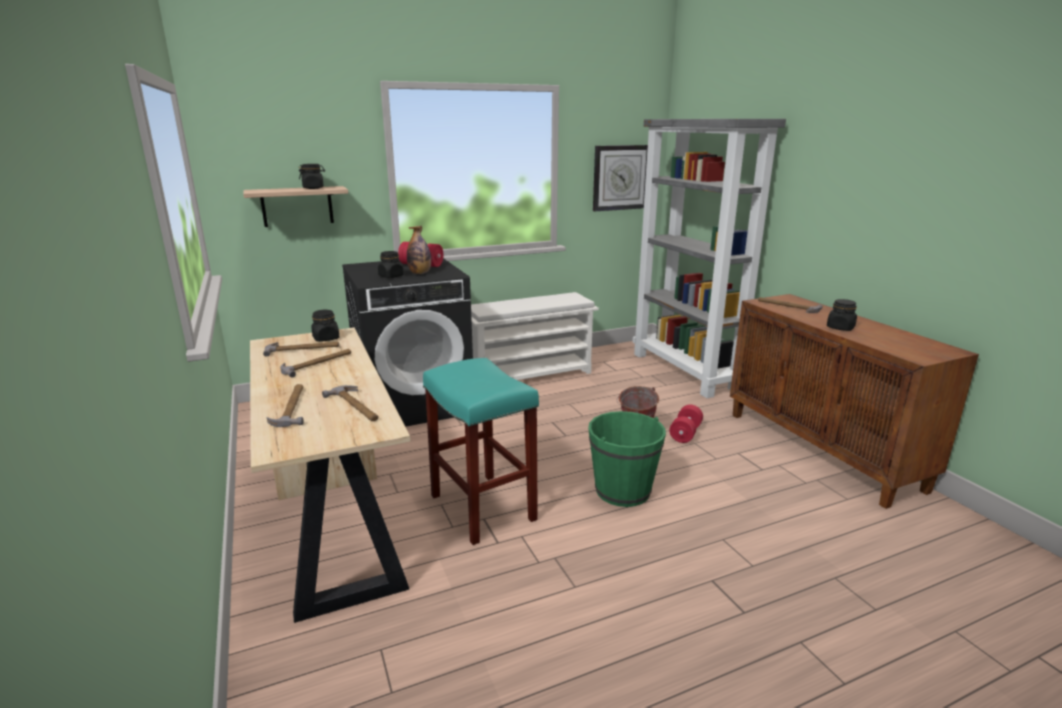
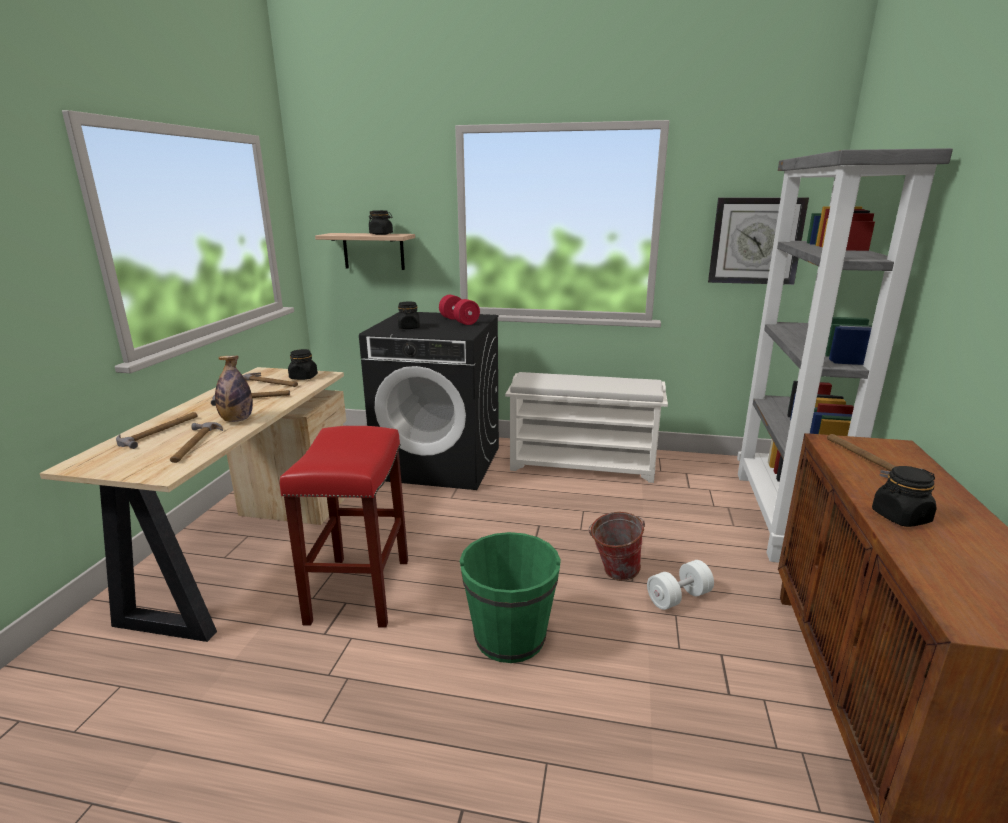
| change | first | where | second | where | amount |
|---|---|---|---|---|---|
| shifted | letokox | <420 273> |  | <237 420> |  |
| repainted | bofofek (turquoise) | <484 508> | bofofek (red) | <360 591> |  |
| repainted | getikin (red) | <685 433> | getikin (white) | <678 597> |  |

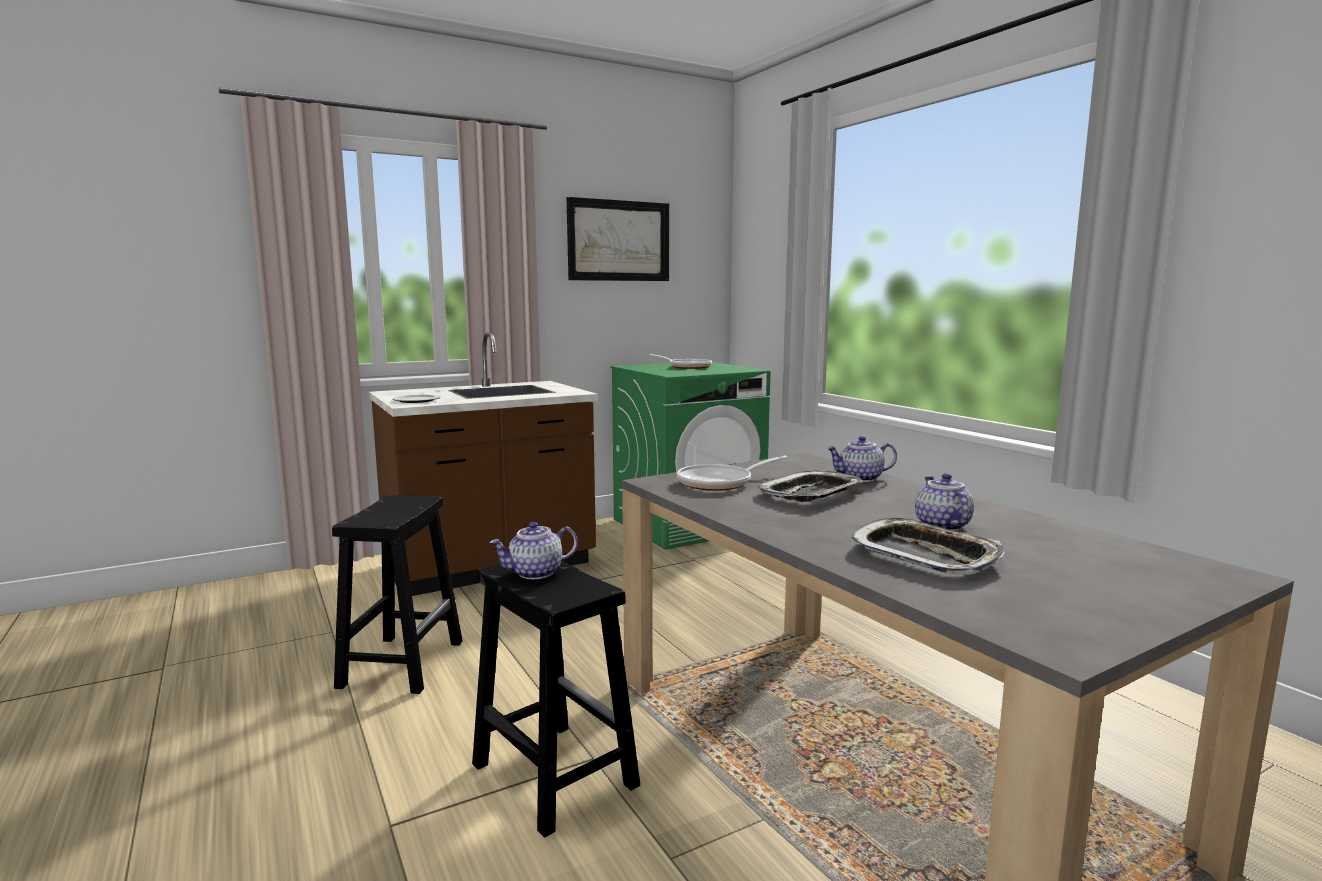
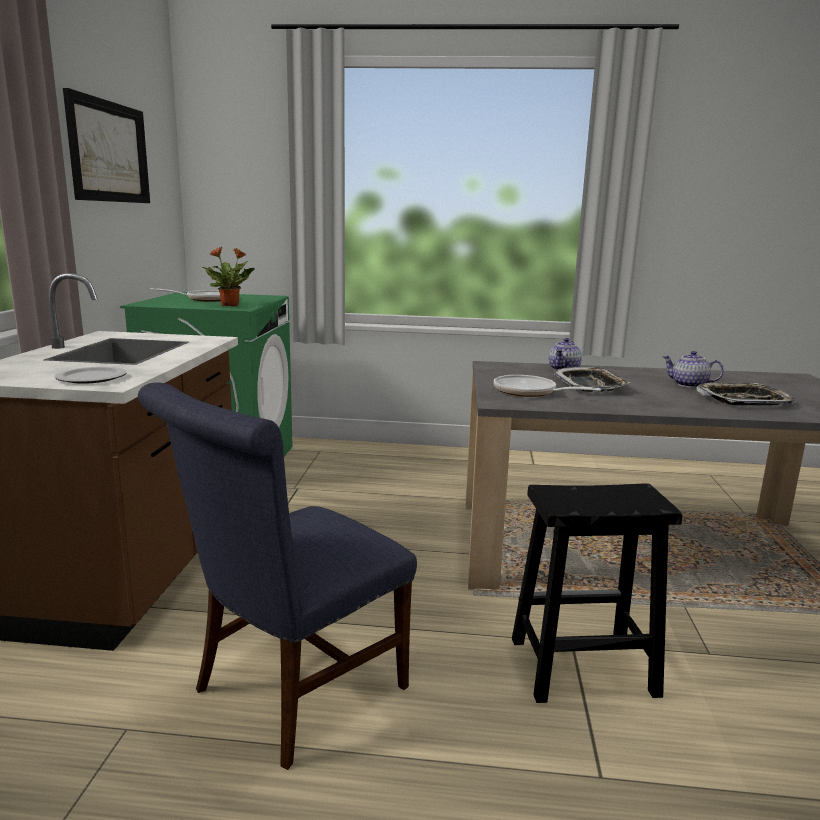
| change | first | where | second | where | amount |
|---|---|---|---|---|---|
| swapped | bofofek (black) | <402 662> | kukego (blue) | <290 693> |  |
| new |  |  | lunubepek | <231 305> |  |
| rotated | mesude | <720 482> |  | <529 392> | 120 degrees clockwise |
| gone | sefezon | <535 573> |  |  |  |

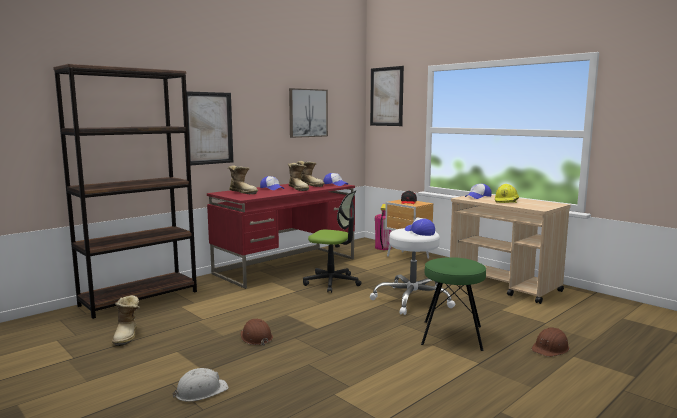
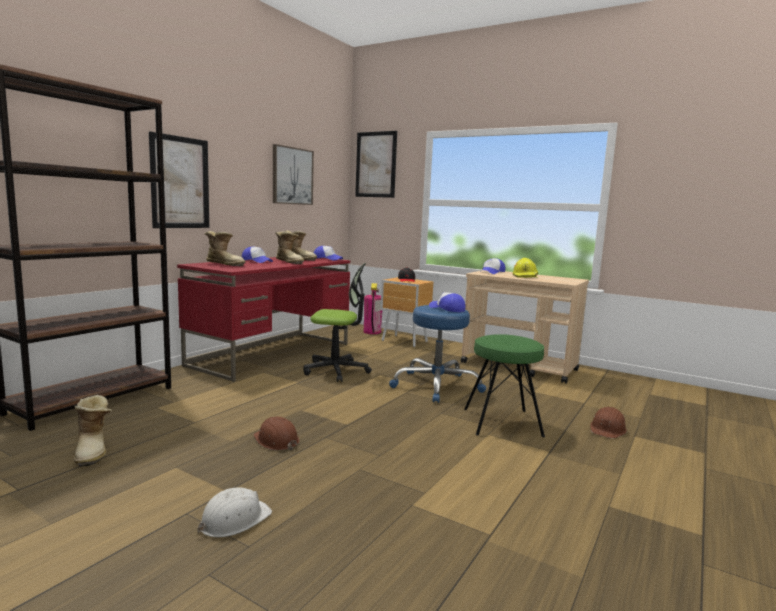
| change | first | where | second | where | amount |
|---|---|---|---|---|---|
| repainted | bofofek (white) | <412 300> | bofofek (blue) | <436 386> |  |

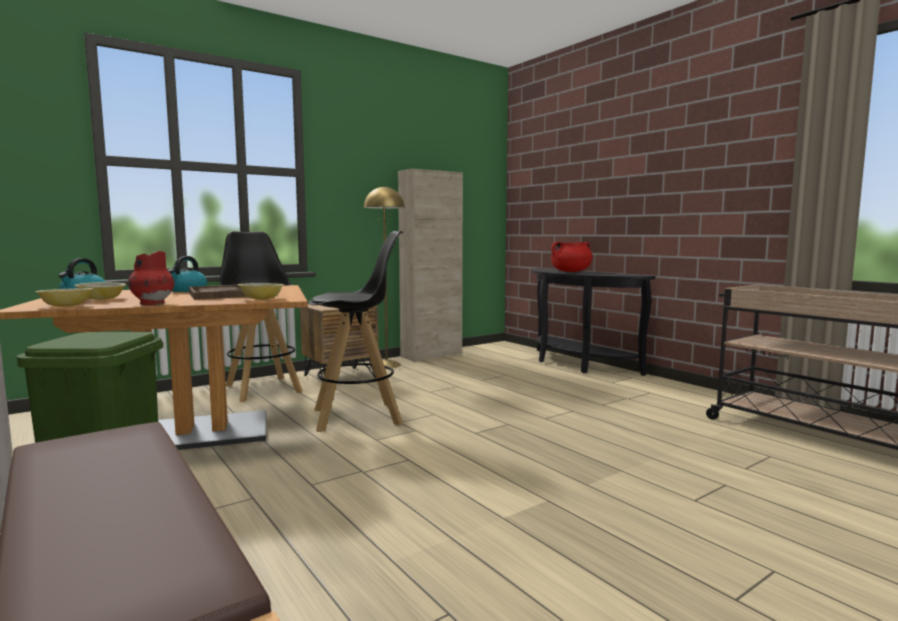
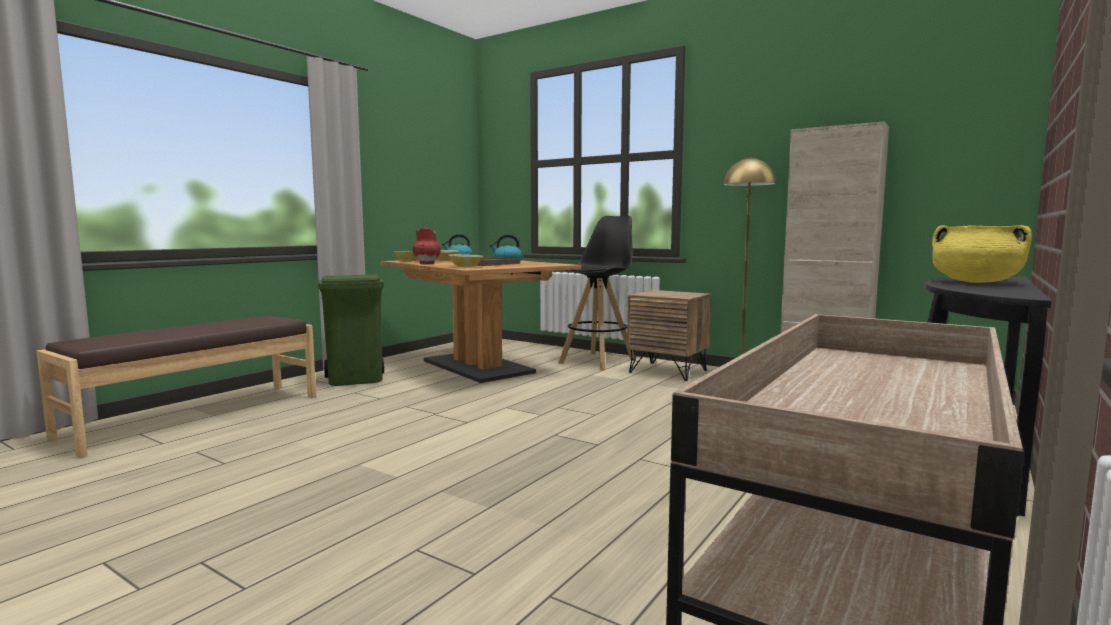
| change | first | where | second | where | amount |
|---|---|---|---|---|---|
| repainted | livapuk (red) | <571 271> | livapuk (yellow) | <975 282> |  |
| gone | bofofek (black) | <358 416> |  |  |  |

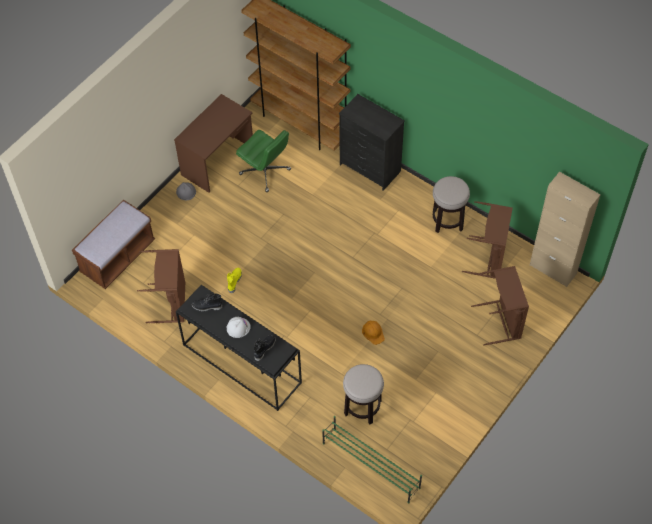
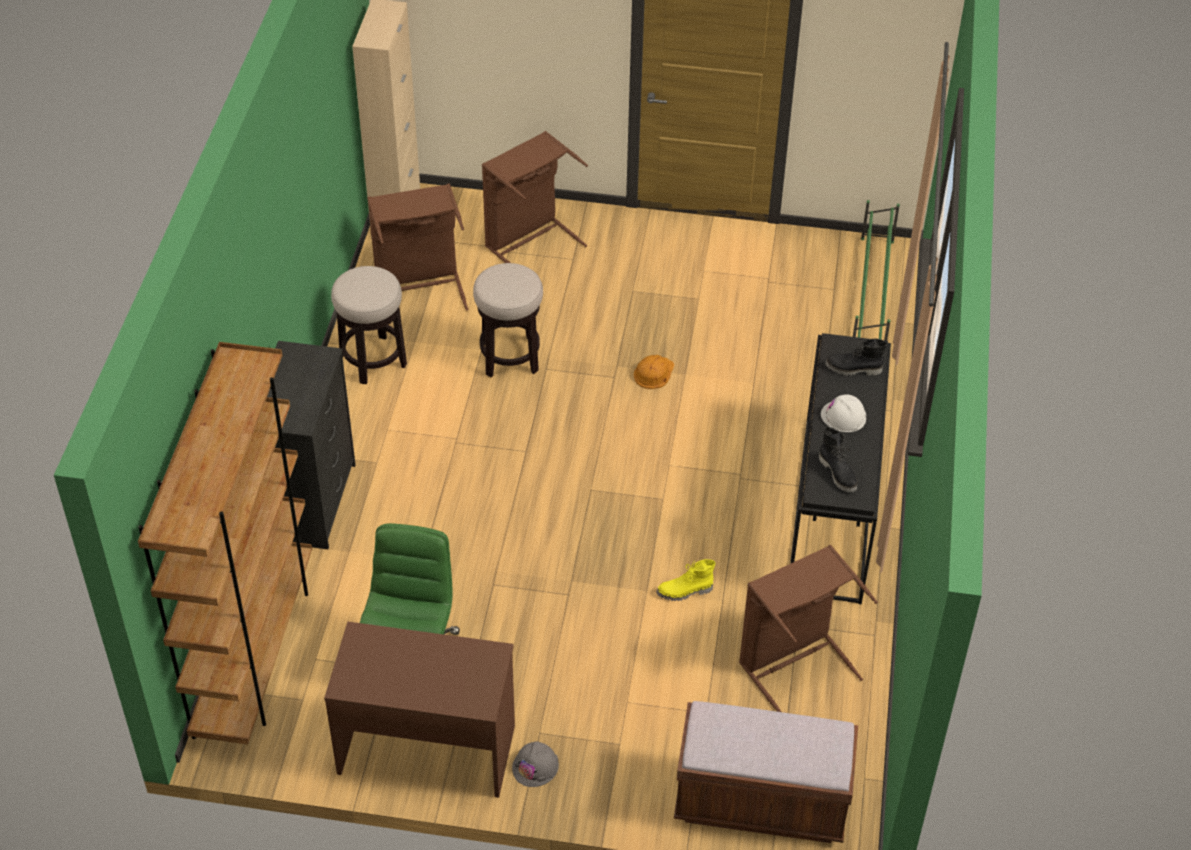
| change | first | where | second | where | amount |
|---|---|---|---|---|---|
| shifted | bofofek | <362 407> |  | <510 357> |  |

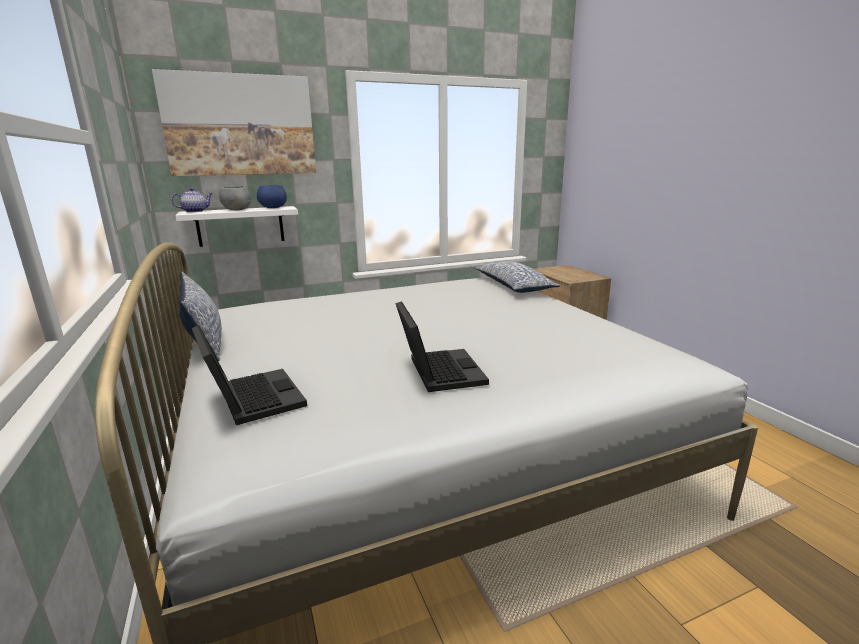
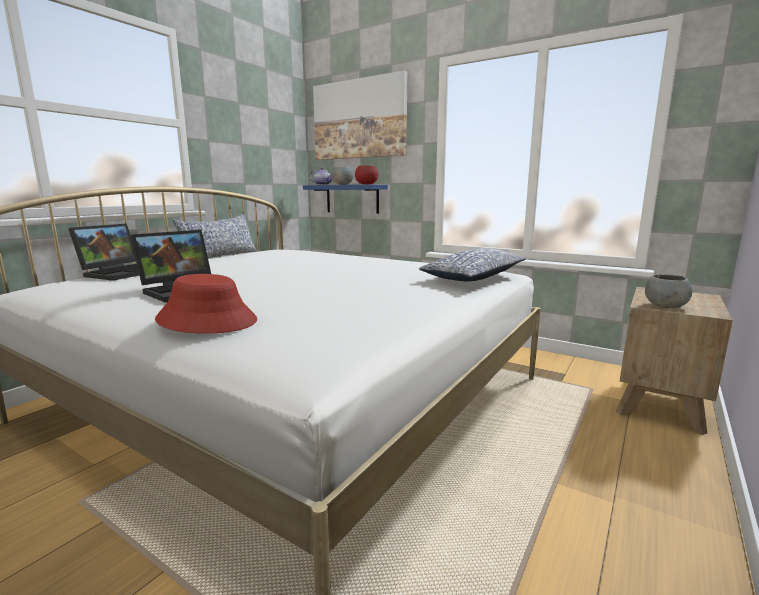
| change | first | where | second | where | amount |
|---|---|---|---|---|---|
| new |  |  | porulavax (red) | <207 320> |  |
| repainted | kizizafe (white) | <240 226> | kizizafe (blue) | <352 199> |  |
| repainted | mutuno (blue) | <273 208> | mutuno (red) | <366 184> |  |
| new |  |  | mutuno (grey) | <665 306> |  |

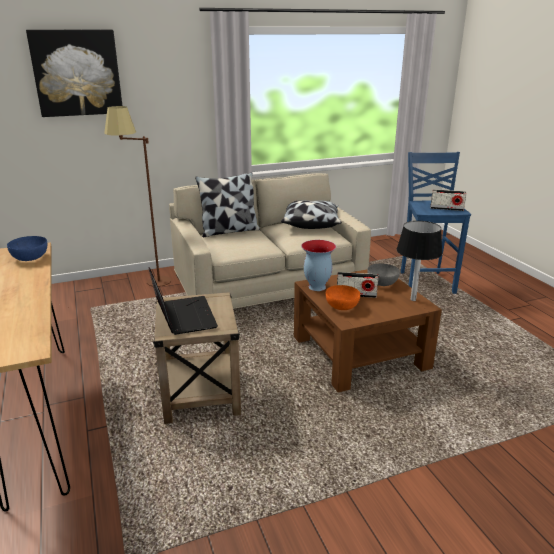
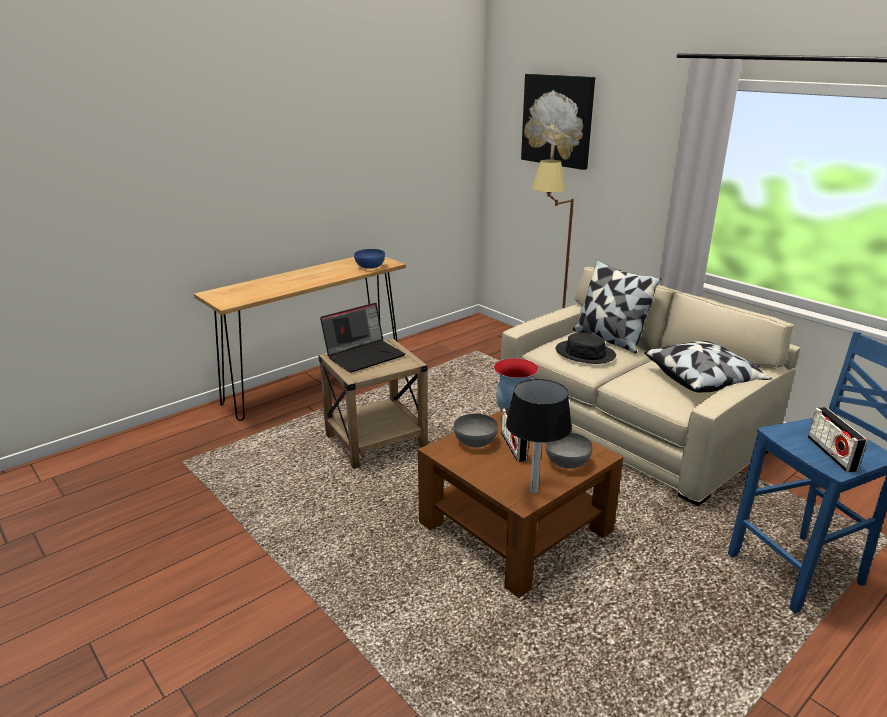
| change | first | where | second | where | amount |
|---|---|---|---|---|---|
| repainted | mutuno (orange) | <341 306> | mutuno (grey) | <475 441> |  |
| new |  |  | porulavax (black) | <585 353> |  |

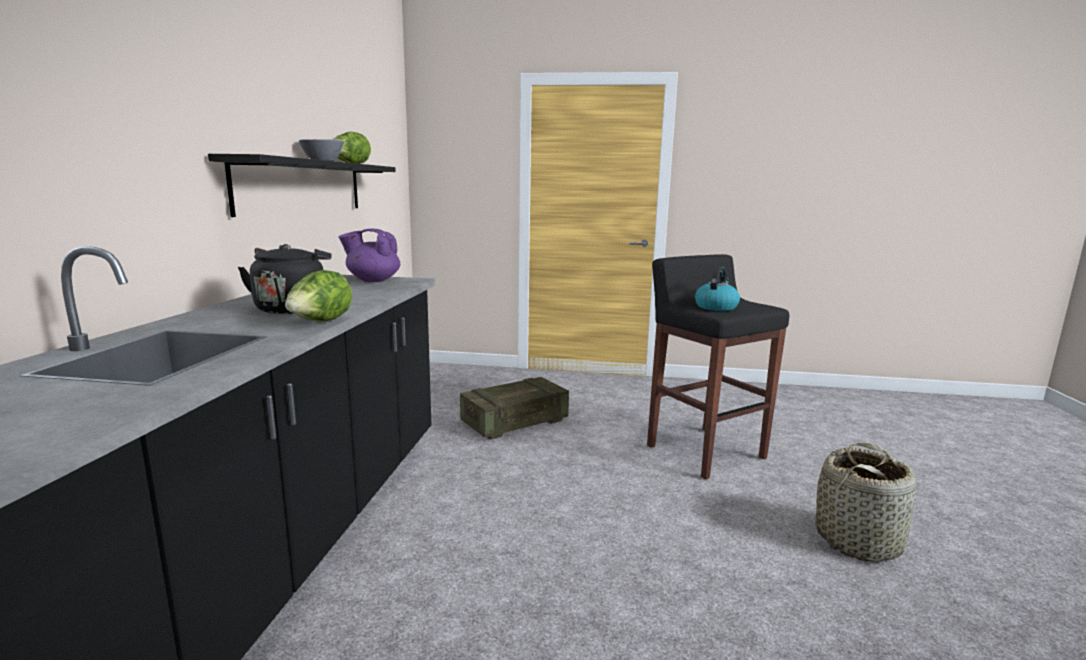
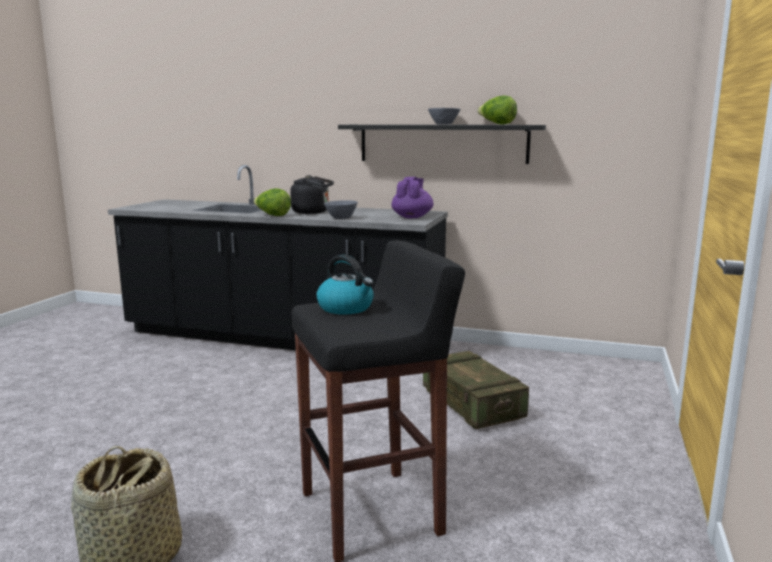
| change | first | where | second | where | amount |
|---|---|---|---|---|---|
| new |  |  | mutuno (grey) | <340 218> |  |

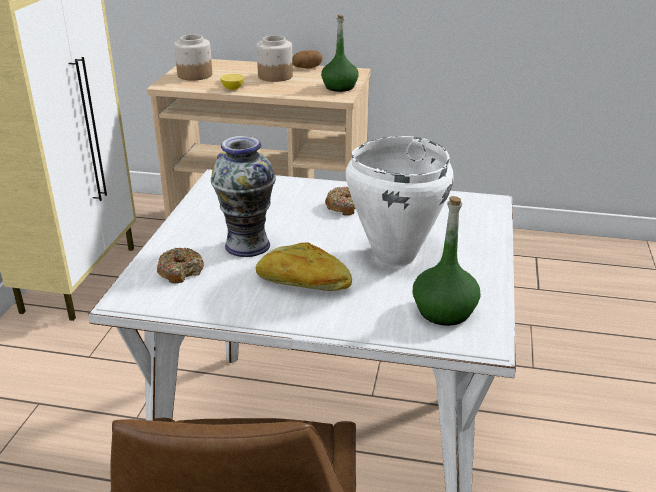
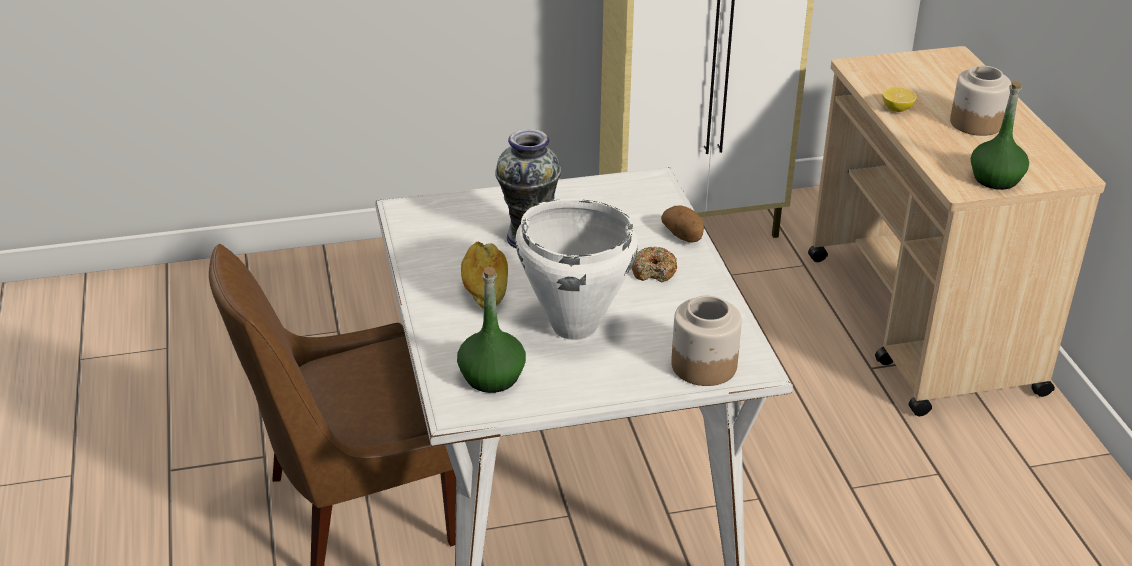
| change | first | where | second | where | amount |
|---|---|---|---|---|---|
| shifted | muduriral | <307 68> |  | <684 236> |  |
| shifted | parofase | <194 75> |  | <703 365> |  |
| gone | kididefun | <181 271> |  |  |  |

